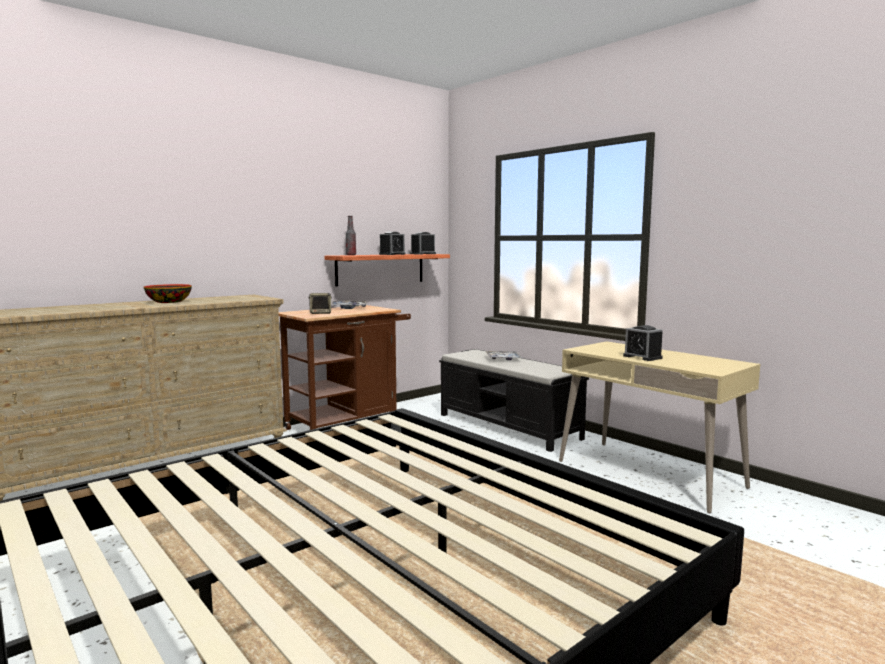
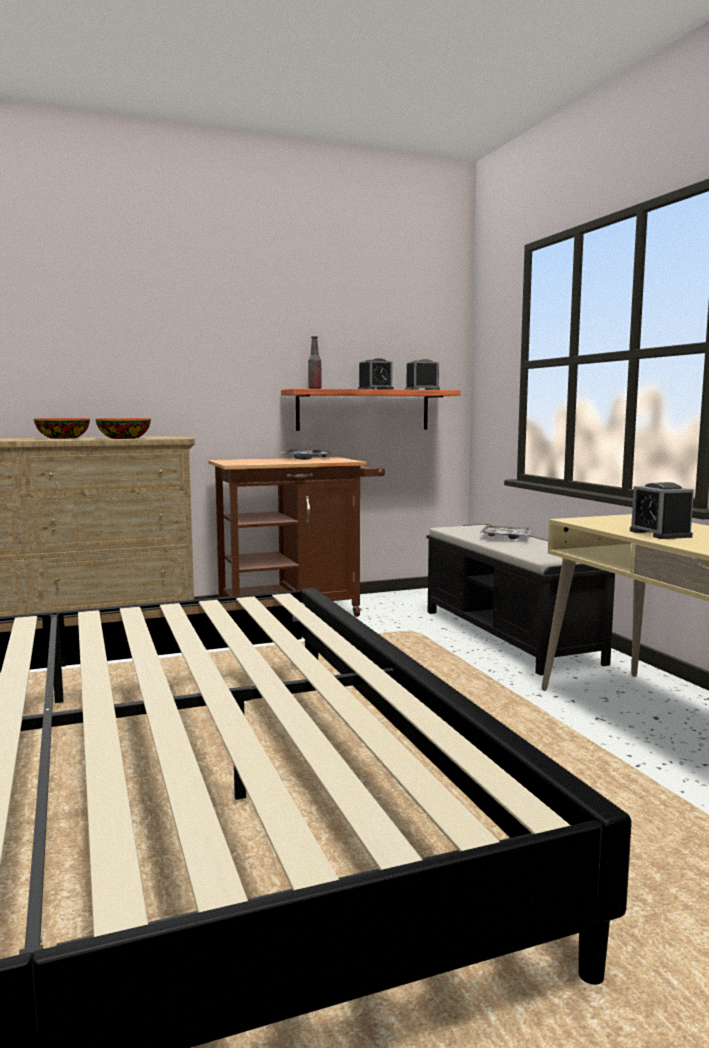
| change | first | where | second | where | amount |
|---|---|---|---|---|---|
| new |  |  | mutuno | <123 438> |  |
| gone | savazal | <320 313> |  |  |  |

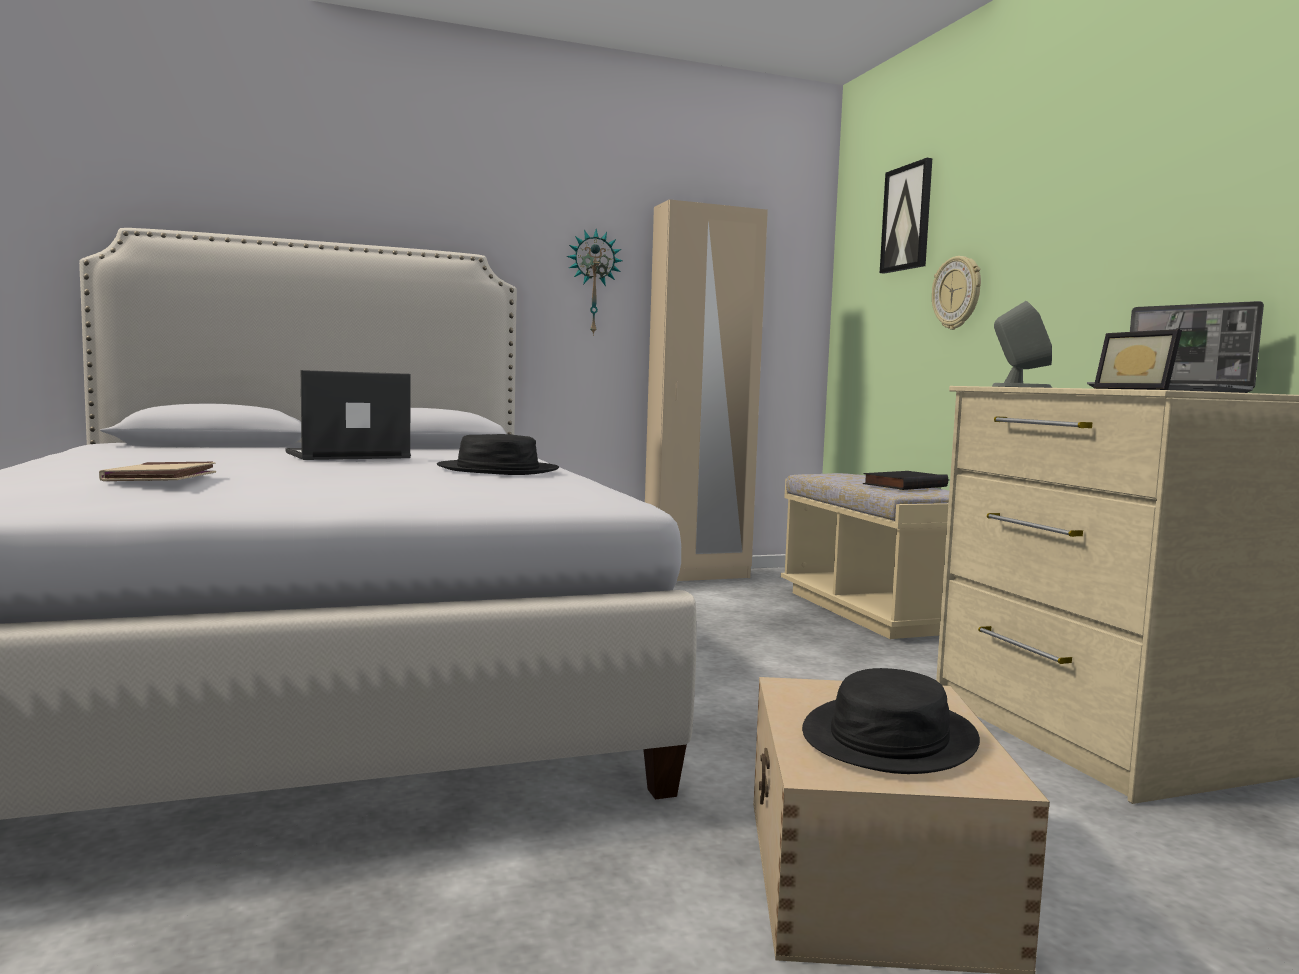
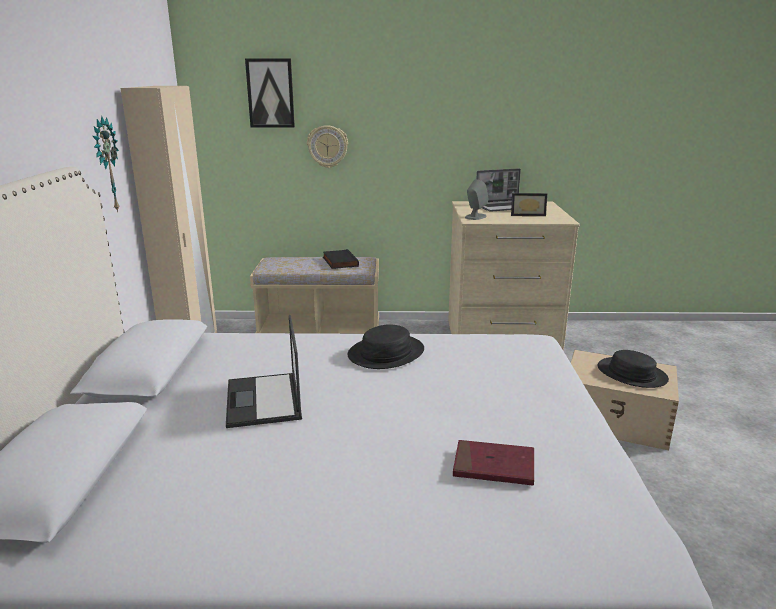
| change | first | where | second | where | amount |
|---|---|---|---|---|---|
| repainted | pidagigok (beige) | <161 479> | pidagigok (red) | <493 466> |  |

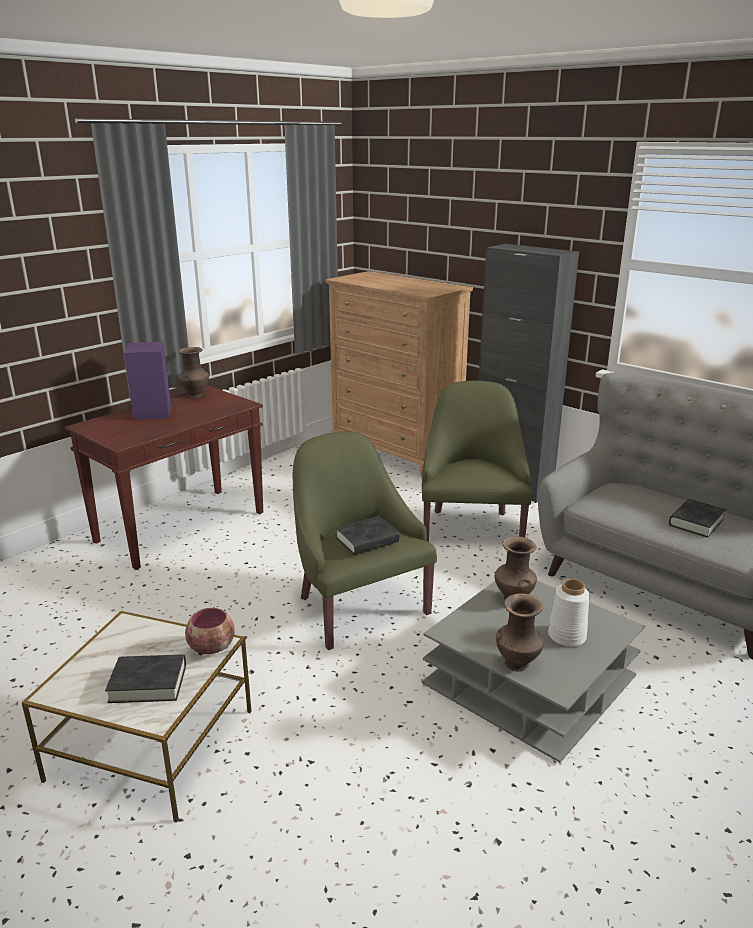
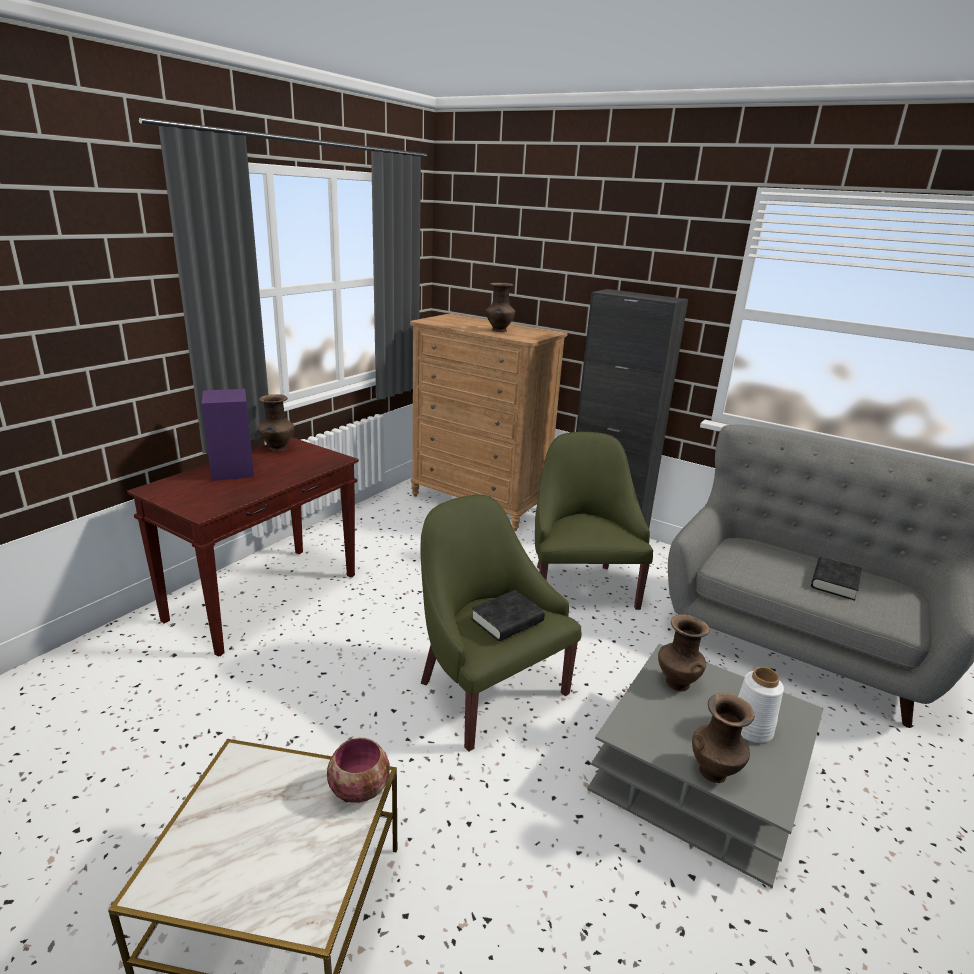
| change | first | where | second | where | amount |
|---|---|---|---|---|---|
| new |  |  | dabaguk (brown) | <499 331> |  |
| gone | pidagigok (black) | <148 683> |  |  |  |

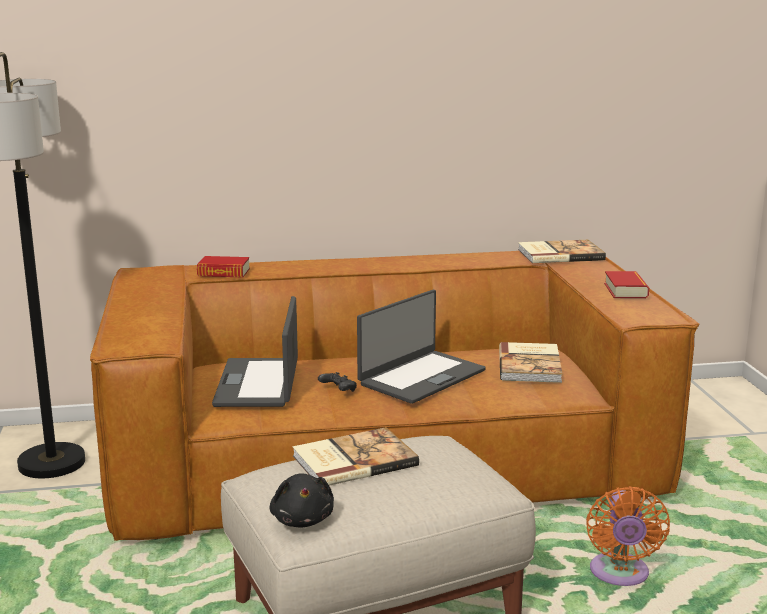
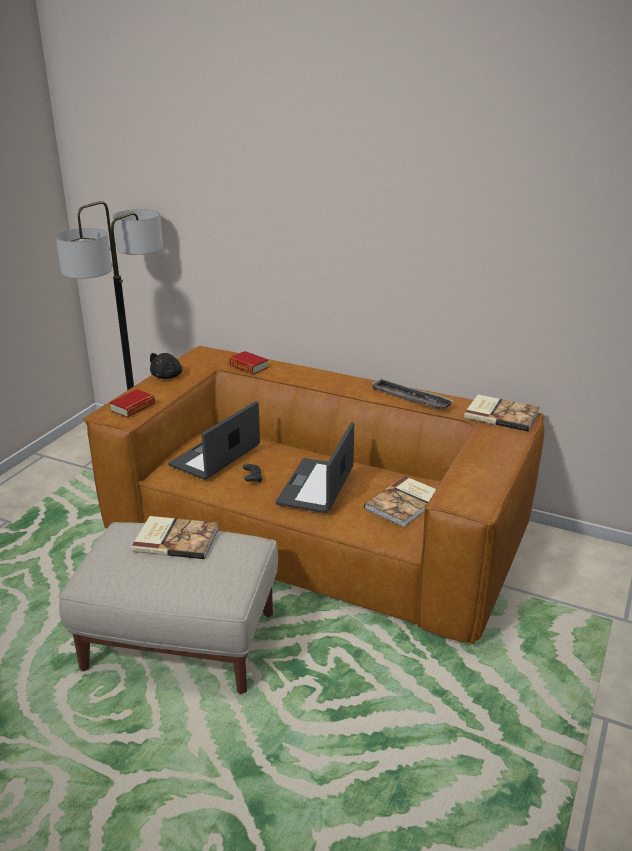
| change | first | where | second | where | amount |
|---|---|---|---|---|---|
| shifted | pidagigok | <625 290> |  | <133 407> |  |
| shifted | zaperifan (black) | <302 519> |  | <168 376> |  |
| rotated | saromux | <421 377> |  | <317 486> | 120 degrees clockwise |
| new |  |  | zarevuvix | <410 398> |  |
| gone | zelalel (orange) | <619 575> |  |  |  |

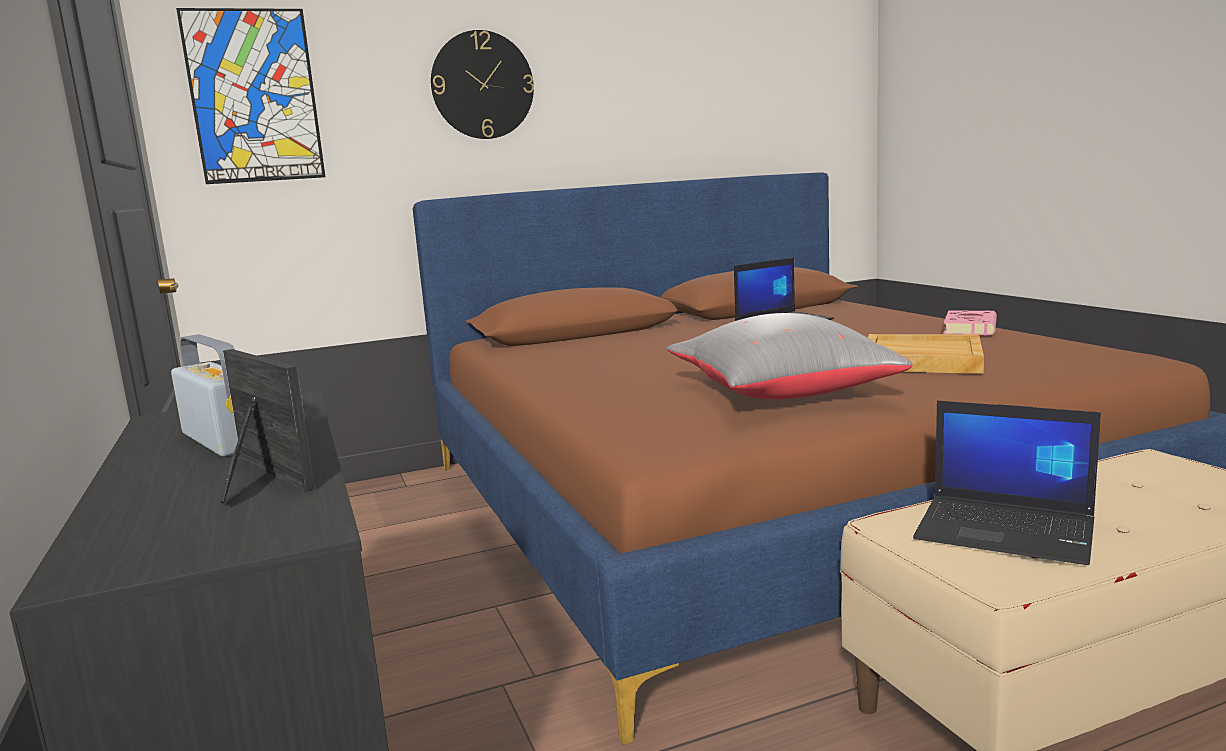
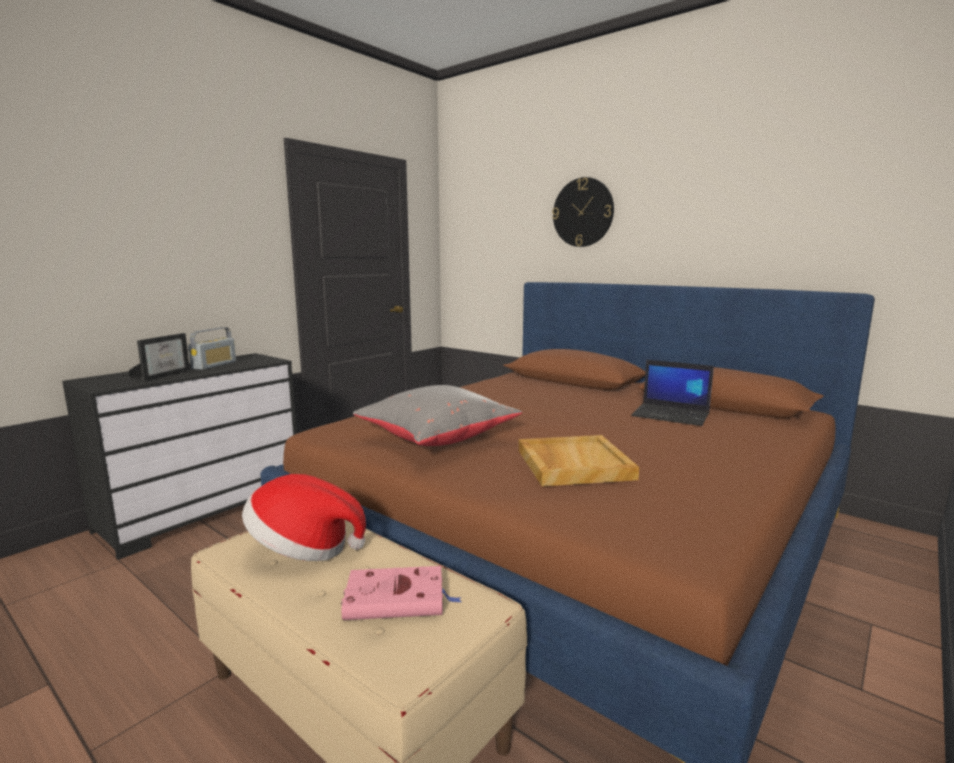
| change | first | where | second | where | amount |
|---|---|---|---|---|---|
| swapped | saromux | <1007 530> | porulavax | <303 549> |  |
| shifted | pidagigok (pink) | <969 328> |  | <398 599> |  |
| gone | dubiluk | <254 96> |  |  |  |

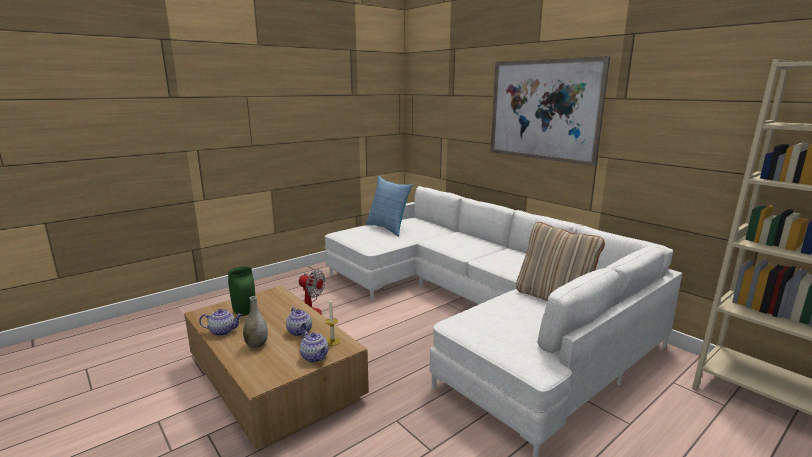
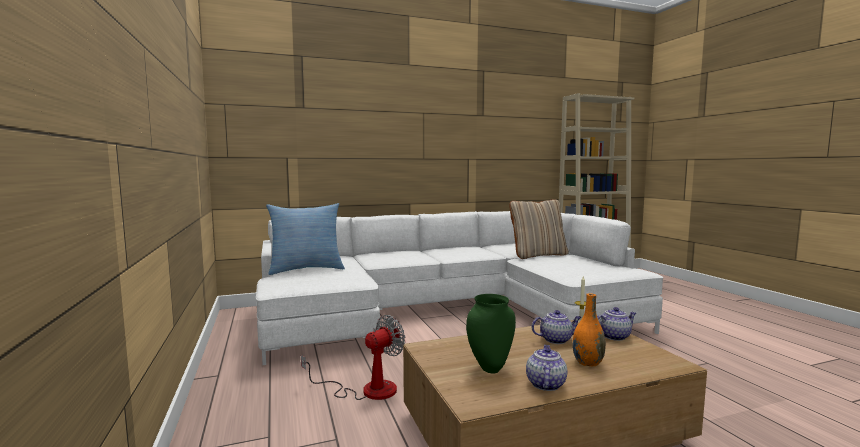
| change | first | where | second | where | amount |
|---|---|---|---|---|---|
| repainted | dabaguk (grey) | <257 345> | dabaguk (orange) | <587 363> |  |
| gone | dubiluk | <543 110> |  |  |  |

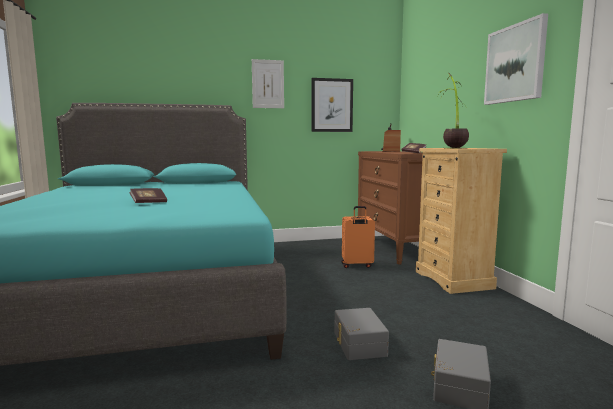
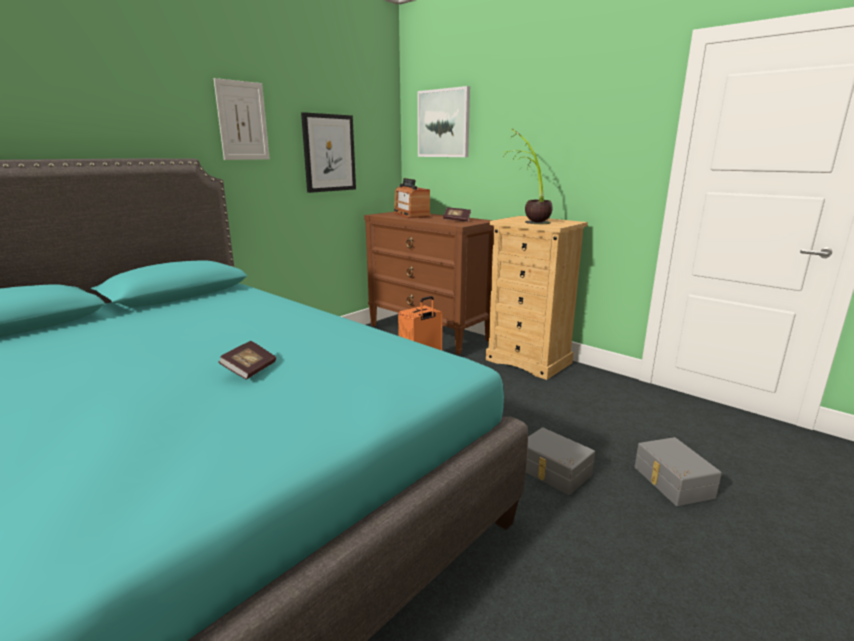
| change | first | where | second | where | amount |
|---|---|---|---|---|---|
| shifted | dubiluk | <515 63> |  | <444 123> |  |

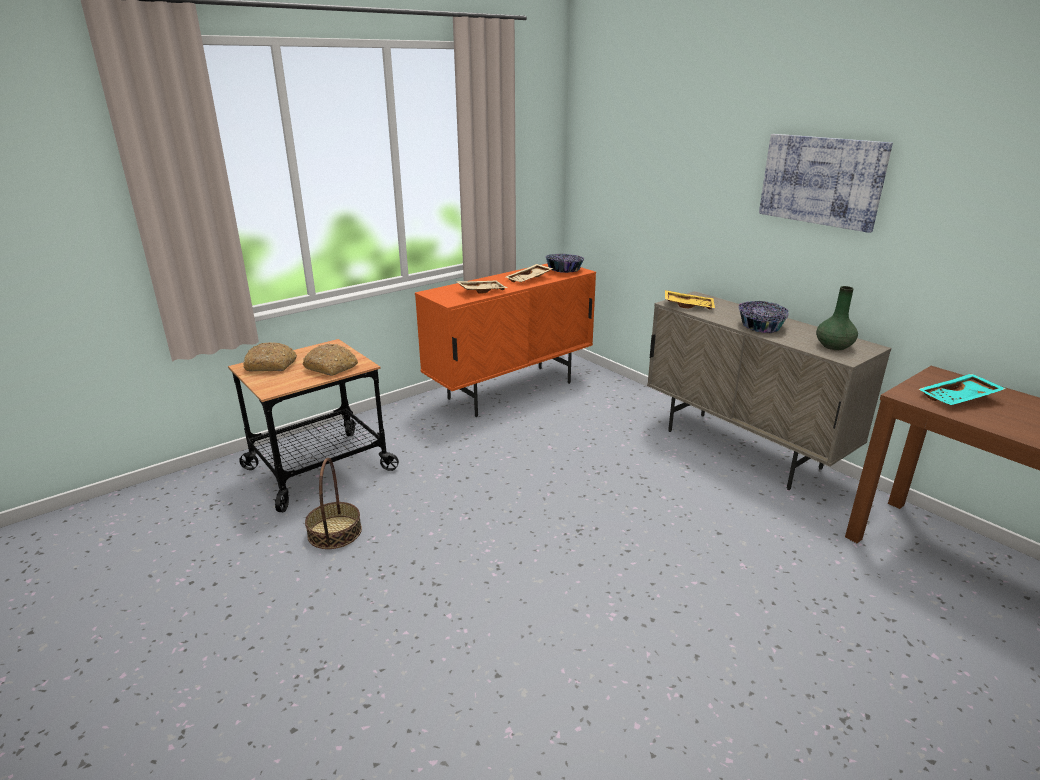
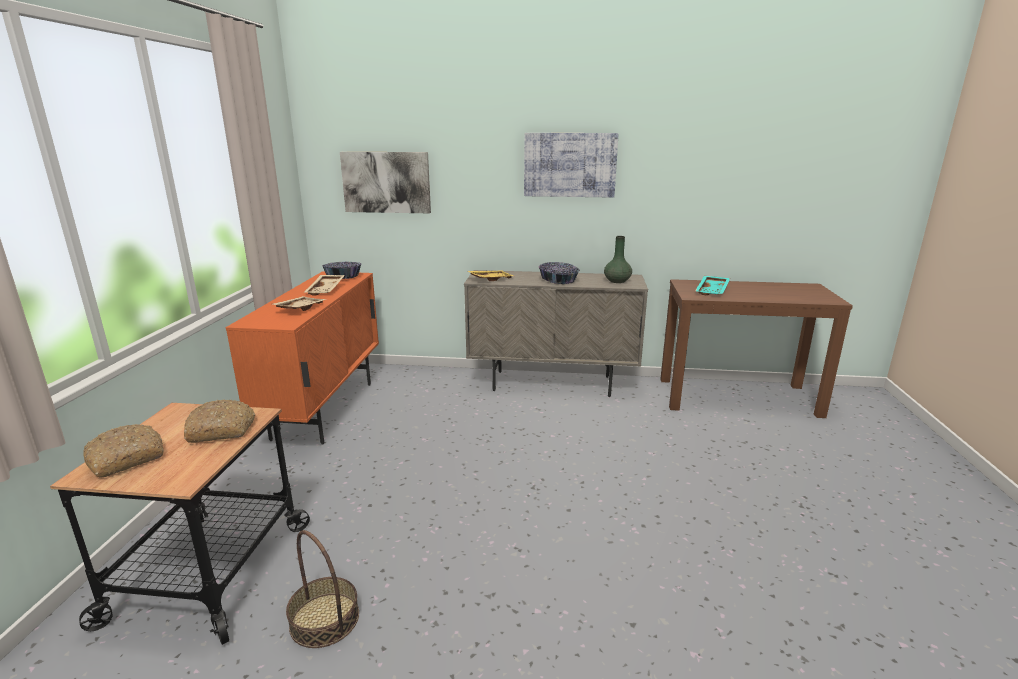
| change | first | where | second | where | amount |
|---|---|---|---|---|---|
| new |  |  | dubiluk | <386 182> |  |

